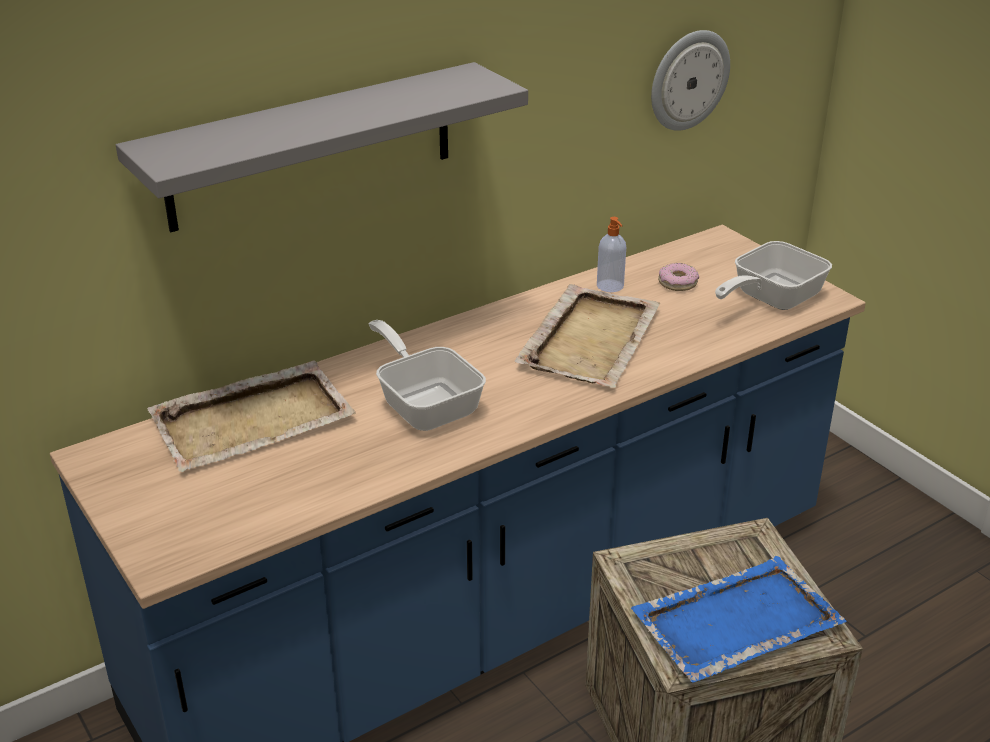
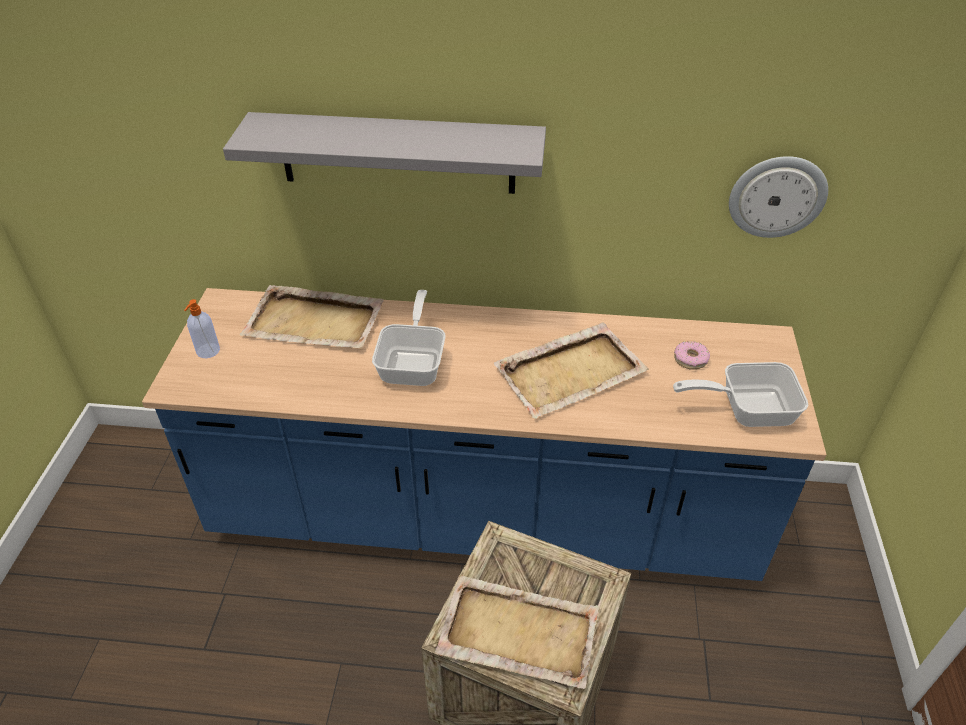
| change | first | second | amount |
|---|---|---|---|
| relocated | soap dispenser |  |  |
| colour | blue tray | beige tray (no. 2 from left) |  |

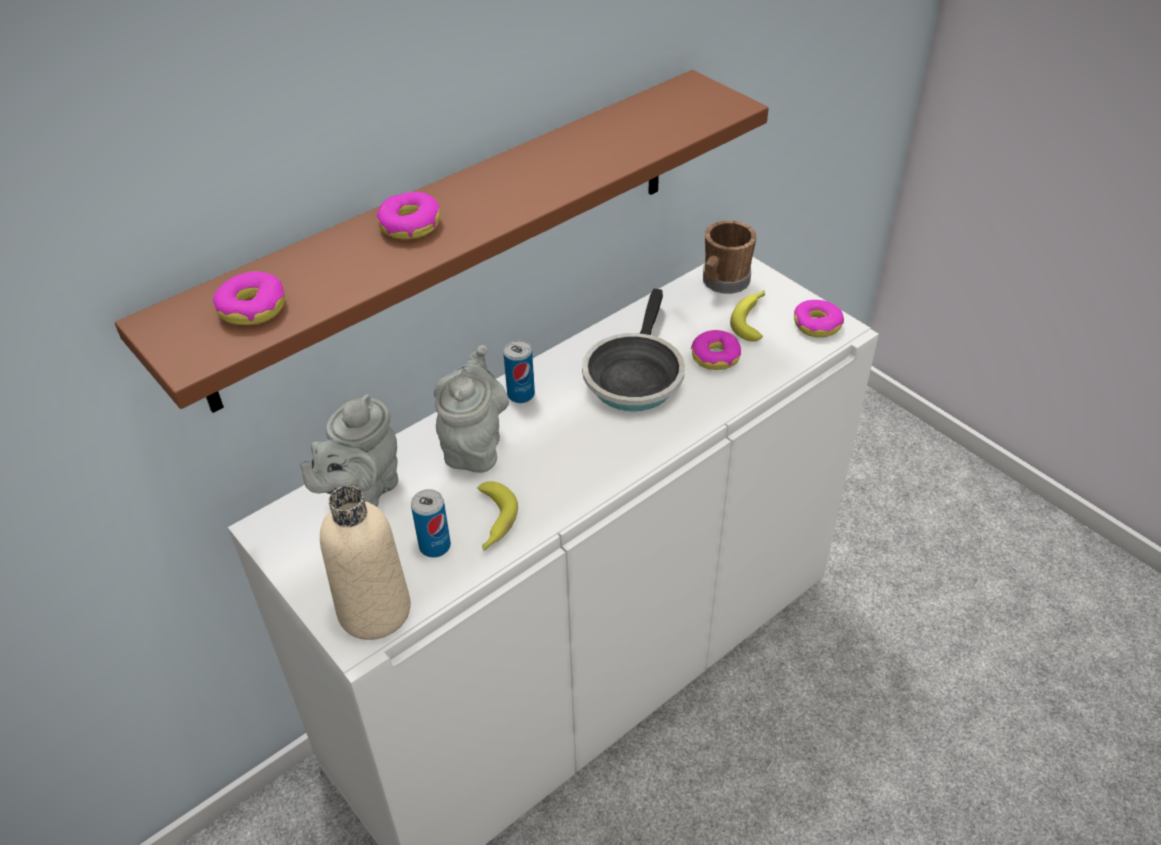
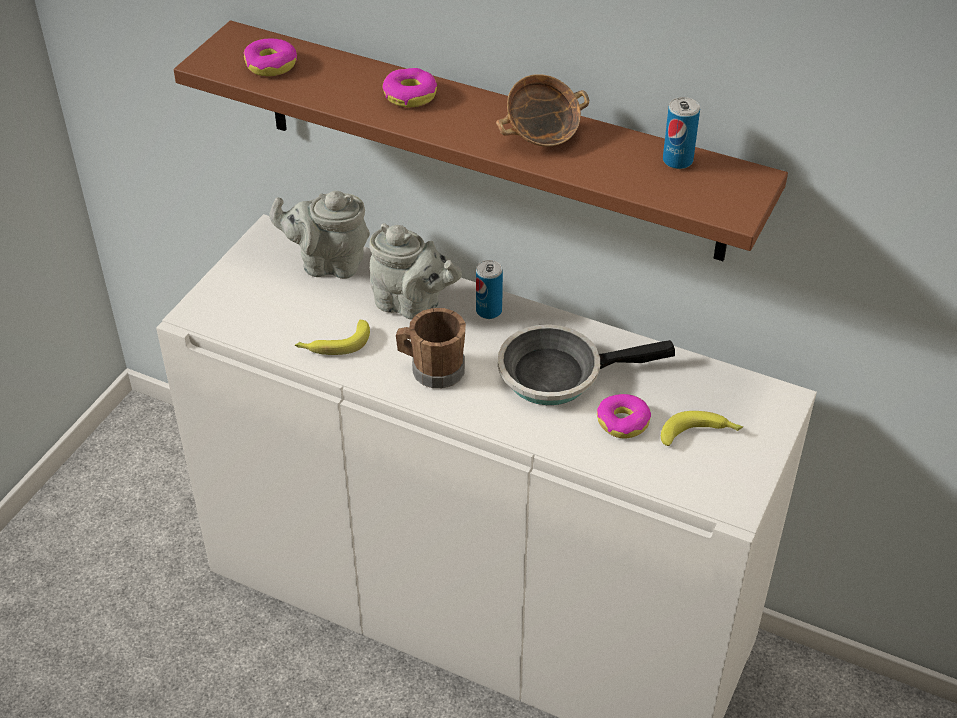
| change | first | second | amount |
|---|---|---|---|
| spun | grey teapot (no. 2 from left) |  | 45 degrees clockwise |
| relocated | brown mug |  |  |
| appeared |  | bowl |  |
| relocated | can (no. 1 from left in the first image) | can (no. 2 from left) |  |
| missing | beige bottle |  |  |
| missing | donut (no. 4 from left) |  |  |

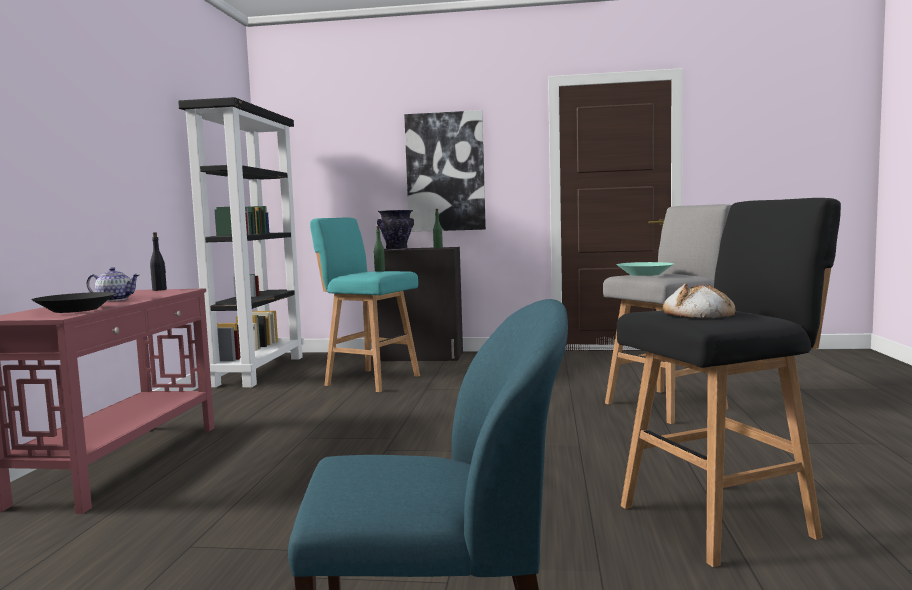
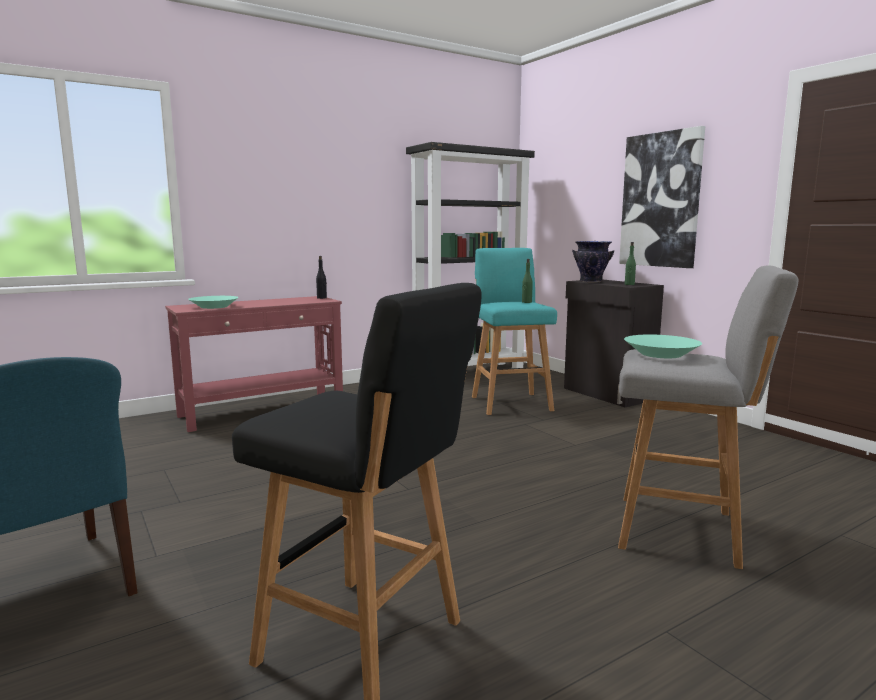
| change | first | second | amount |
|---|---|---|---|
| colour | black bowl | turquoise bowl (no. 1 from left) |  |
| missing | teapot |  |  |
| missing | bread |  |  |

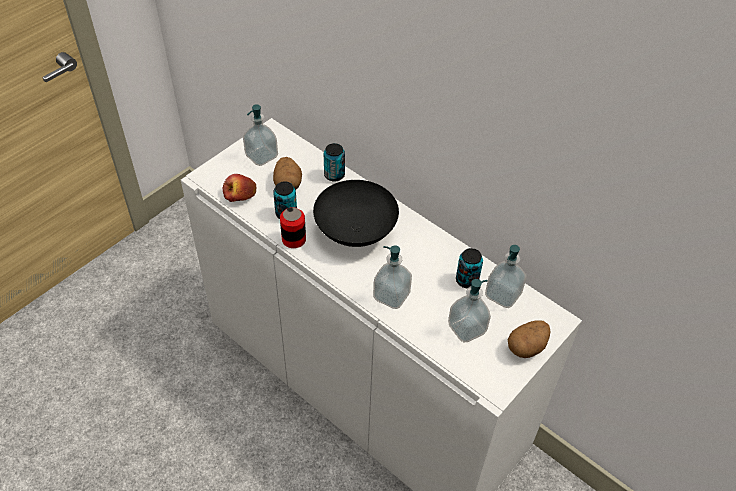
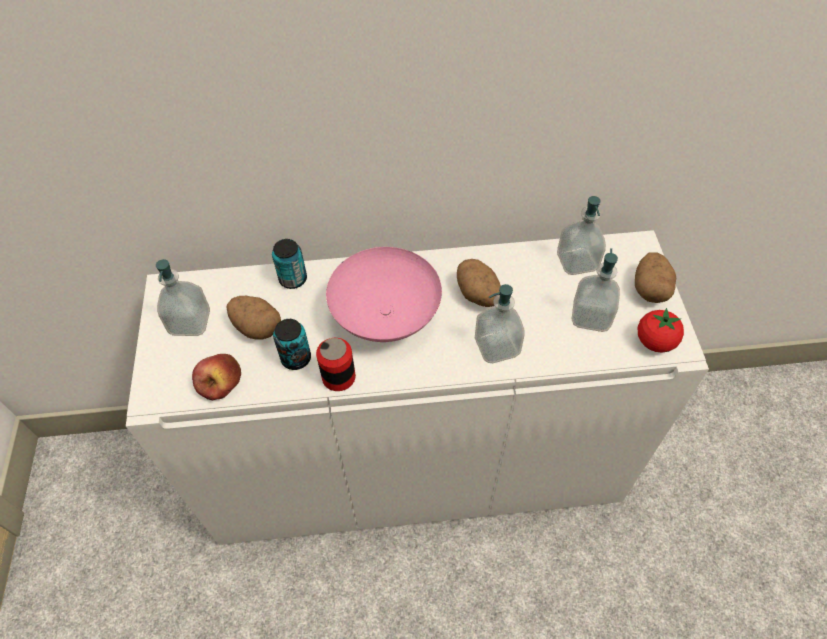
| change | first | second | amount |
|---|---|---|---|
| colour | black bowl | pink bowl |  |
| appeared |  | potato (no. 2 from left) |  |
| appeared |  | tomato |  |
| missing | can (no. 4 from left) |  |  |

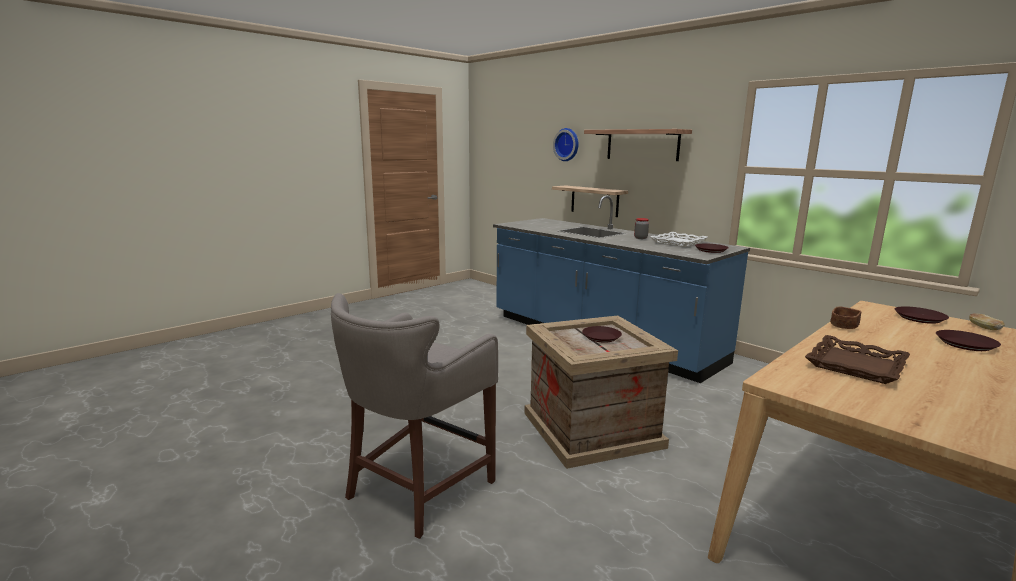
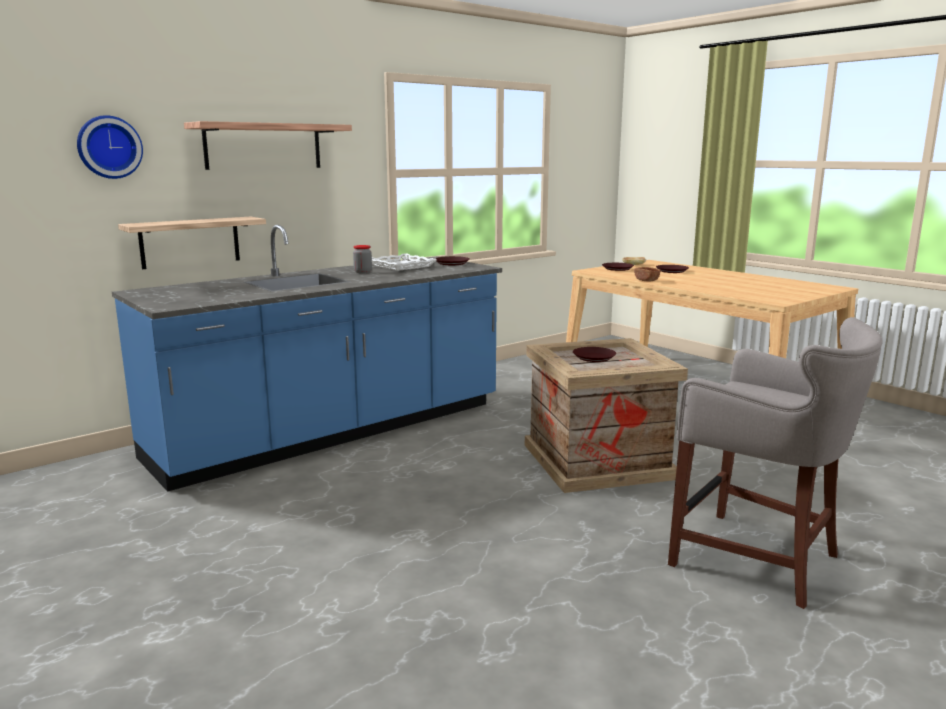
| change | first | second | amount |
|---|---|---|---|
| missing | brown tray |  |  |

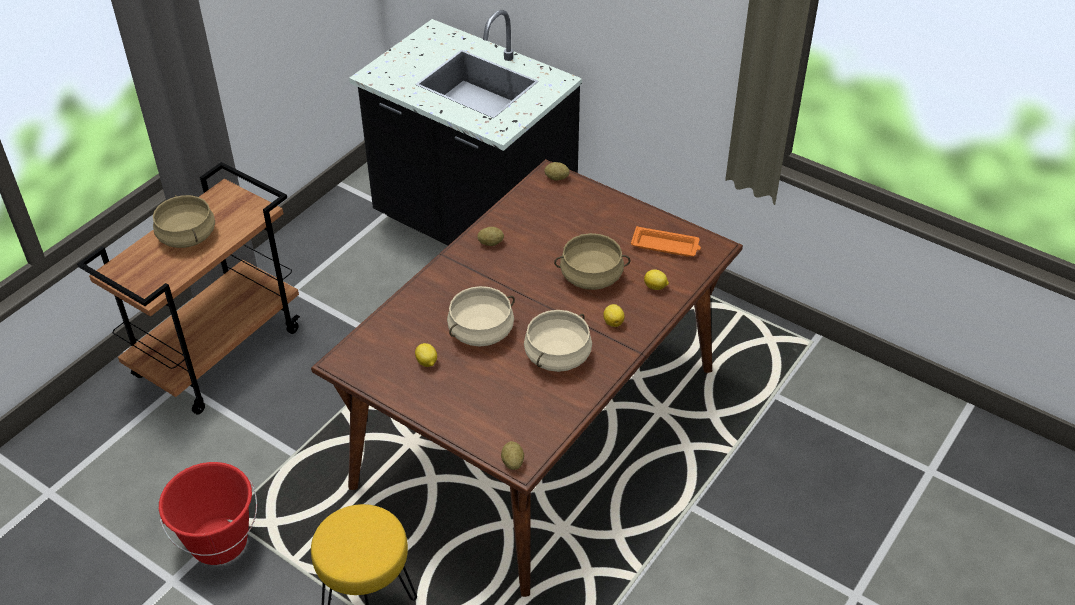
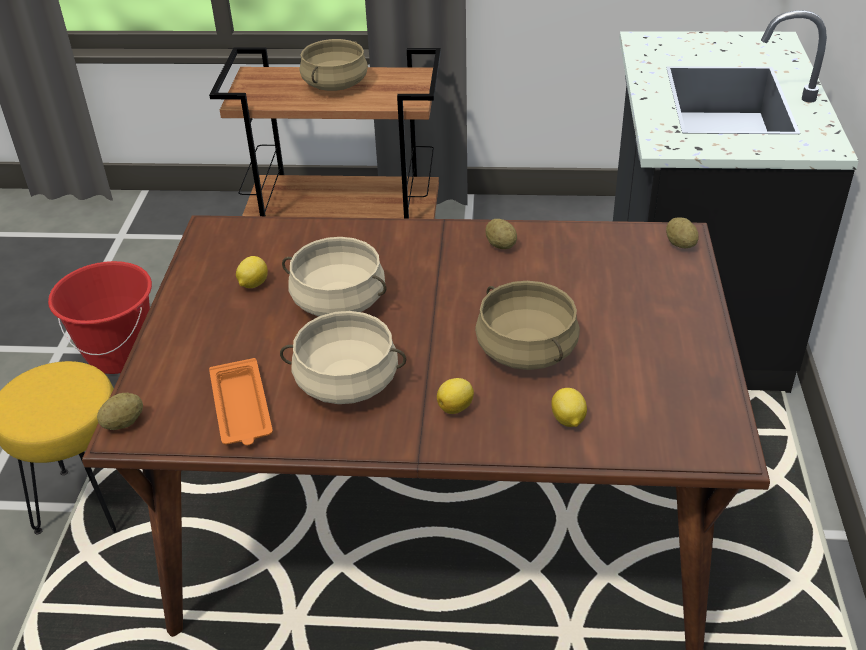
| change | first | second | amount |
|---|---|---|---|
| relocated | orange tray |  |  |

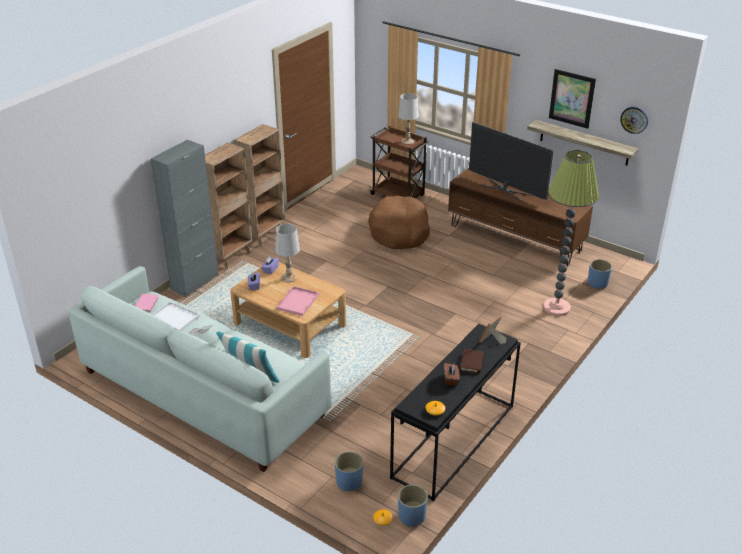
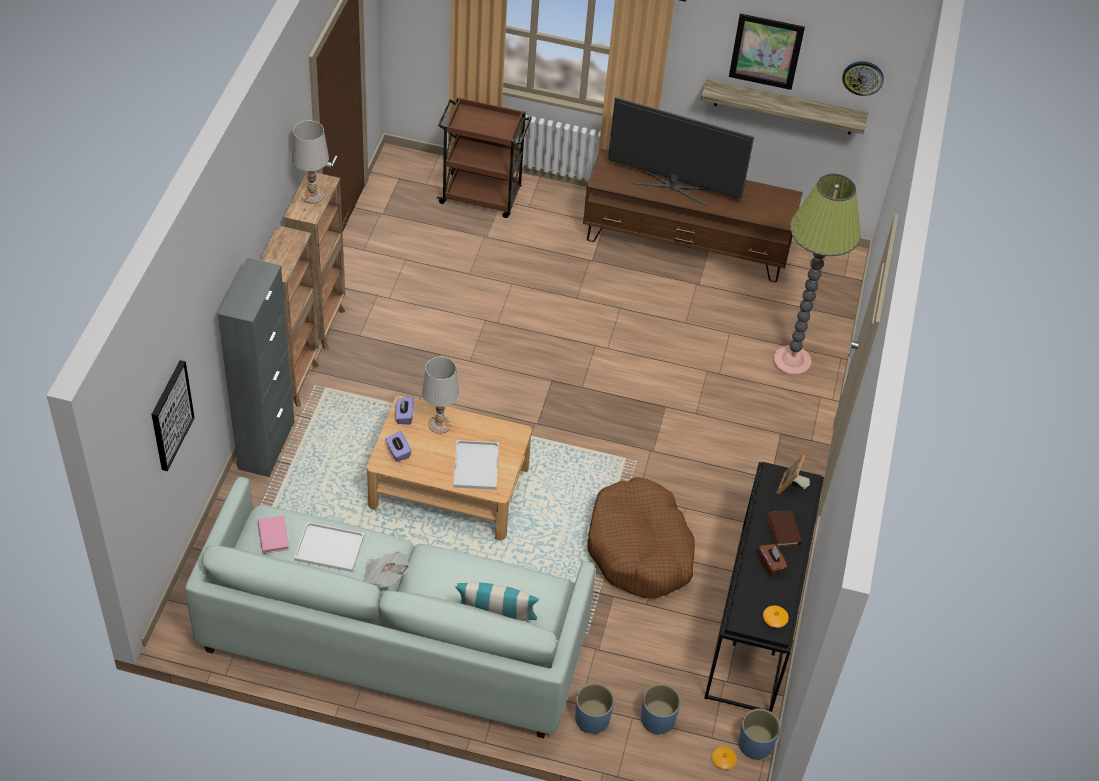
| change | first | second | amount |
|---|---|---|---|
| appeared |  | picture (no. 1 from left) |  |
| relocated | white table lamp (no. 2 from left in the first image) | white table lamp (no. 1 from left) |  |
| colour | pink tray | white tray (no. 2 from left) |  |
| relocated | blue planter (no. 3 from left in the first image) | blue planter (no. 1 from left) |  |
| relocated | brown dog bed |  |  |

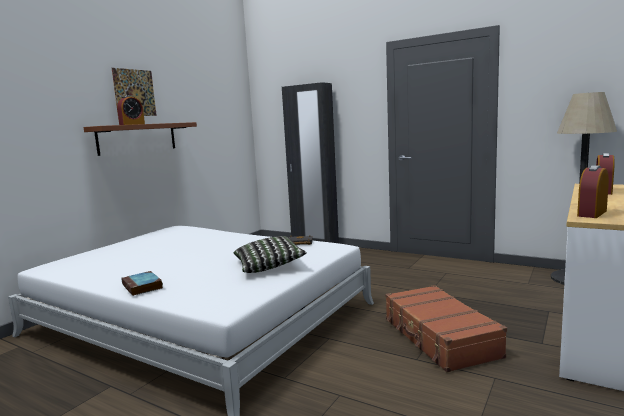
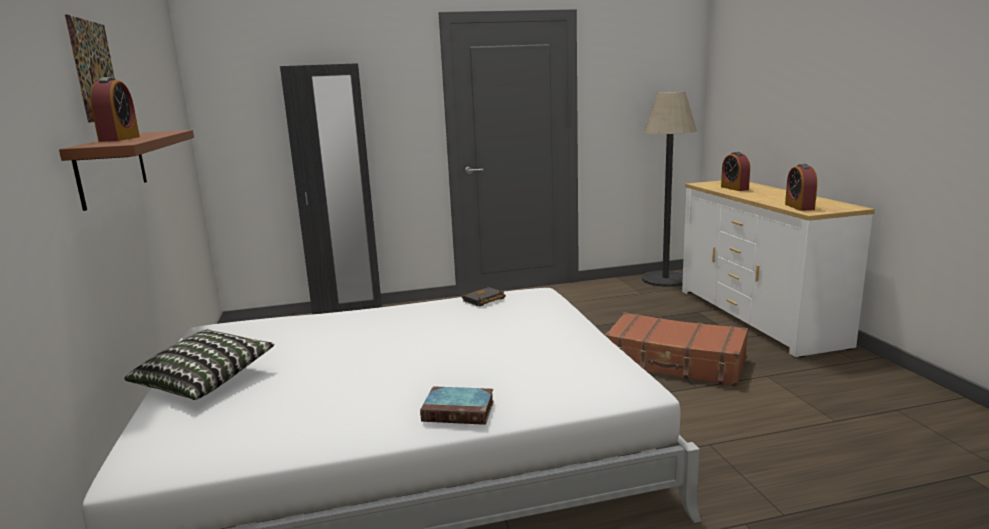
| change | first | second | amount |
|---|---|---|---|
| relocated | pillow |  |  |

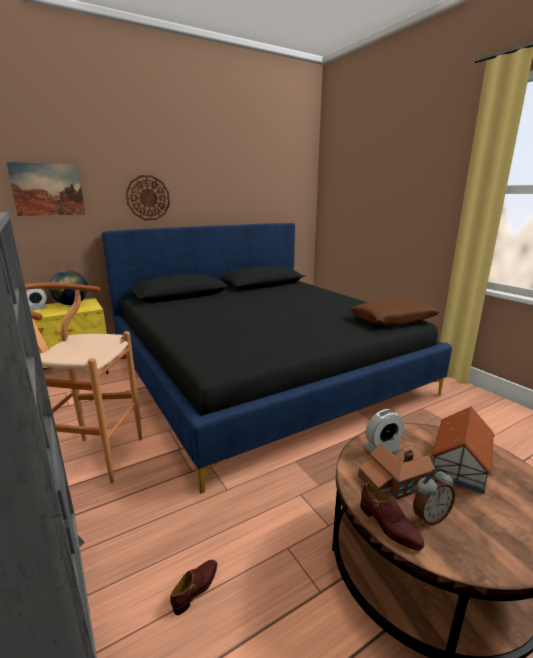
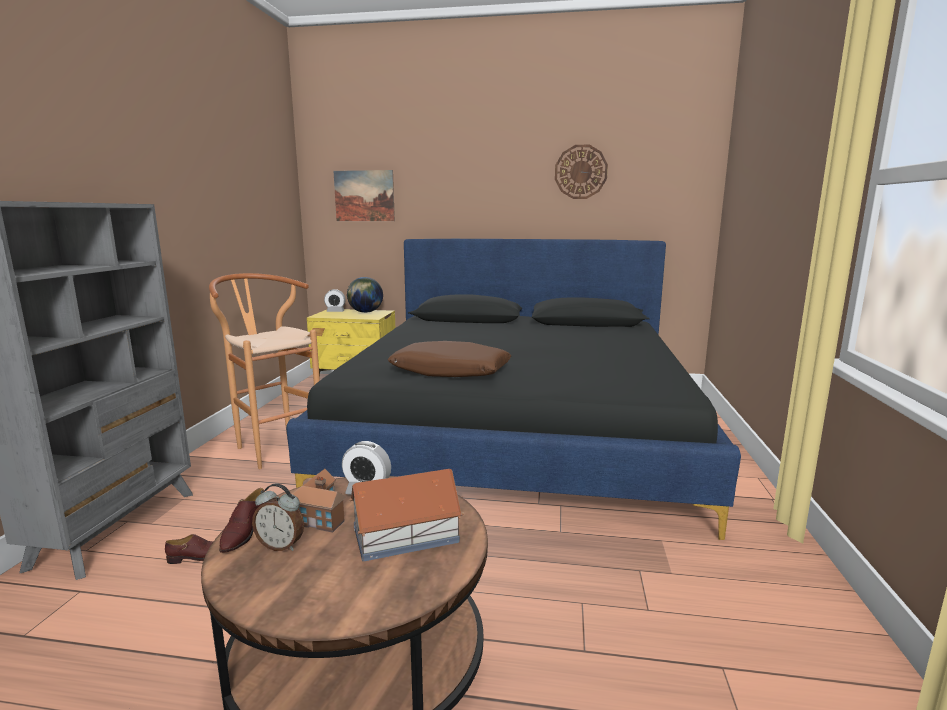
| change | first | second | amount |
|---|---|---|---|
| relocated | brown pillow |  |  |
| relocated | wall clock |  |  |

